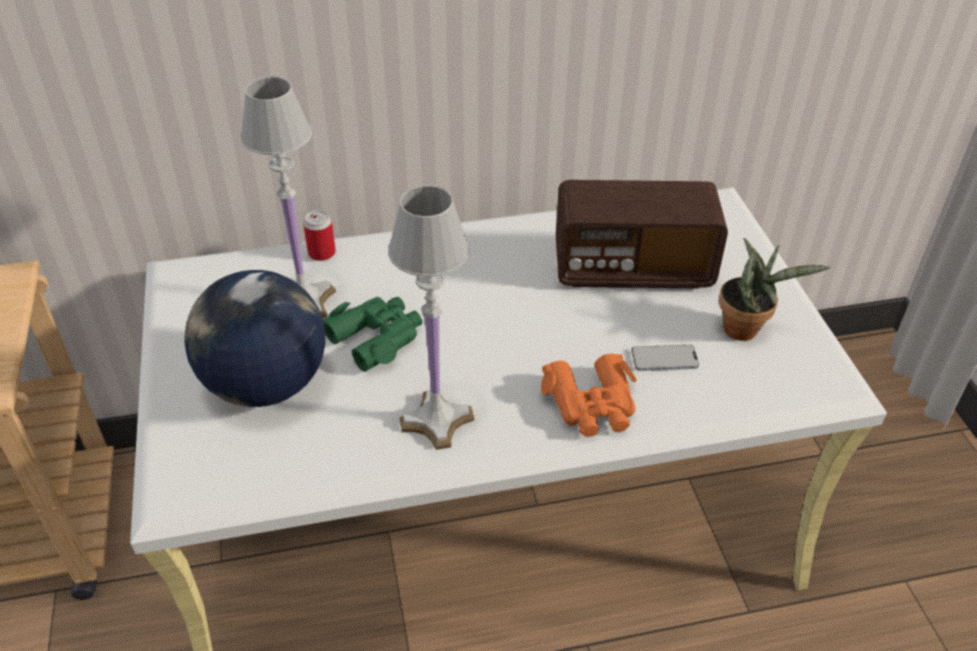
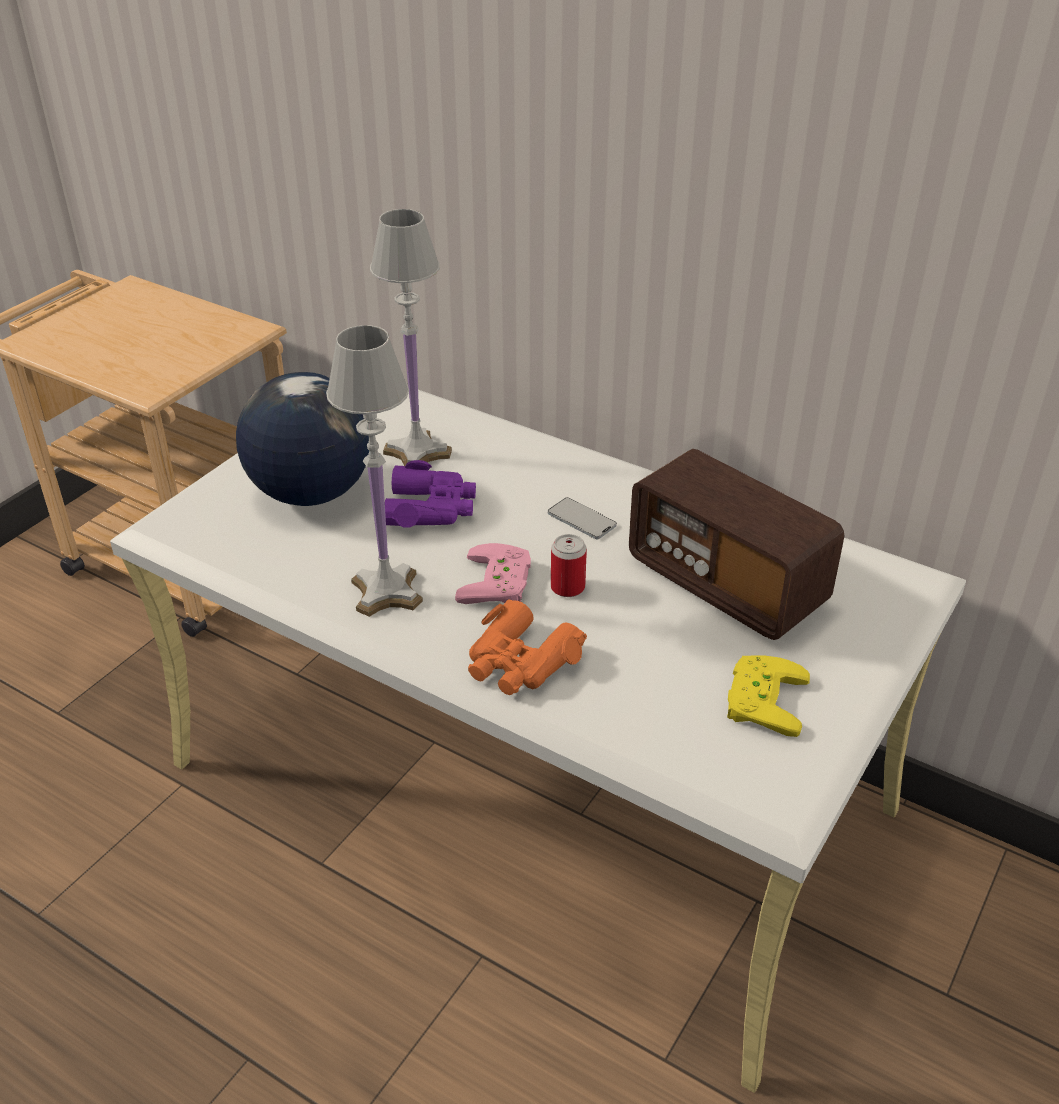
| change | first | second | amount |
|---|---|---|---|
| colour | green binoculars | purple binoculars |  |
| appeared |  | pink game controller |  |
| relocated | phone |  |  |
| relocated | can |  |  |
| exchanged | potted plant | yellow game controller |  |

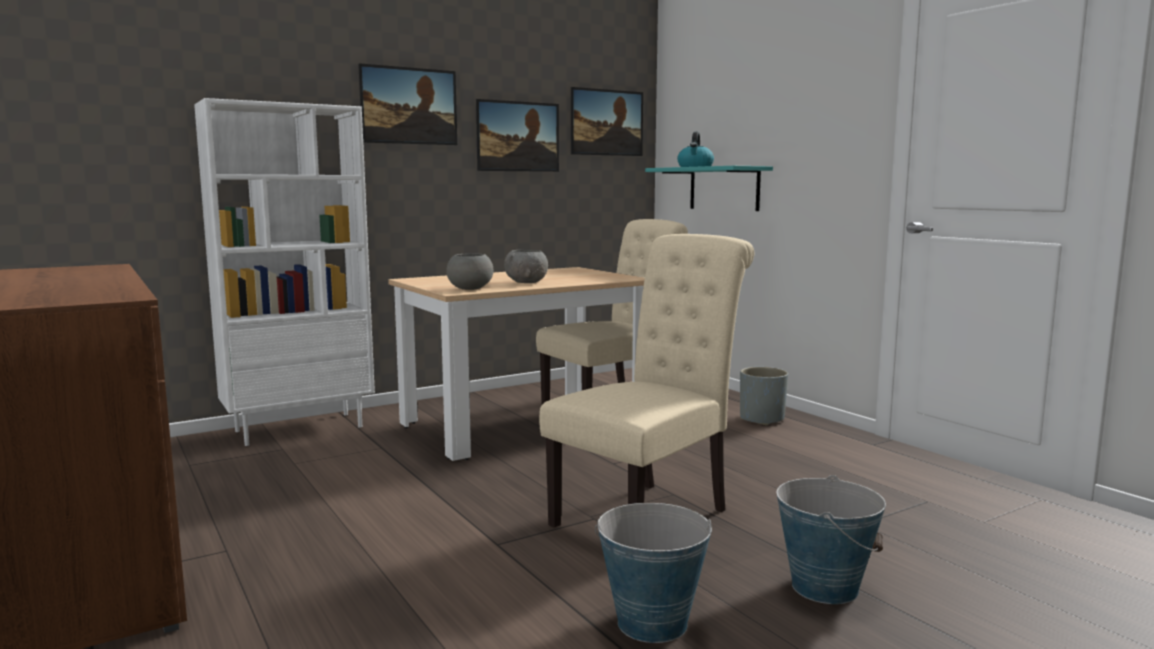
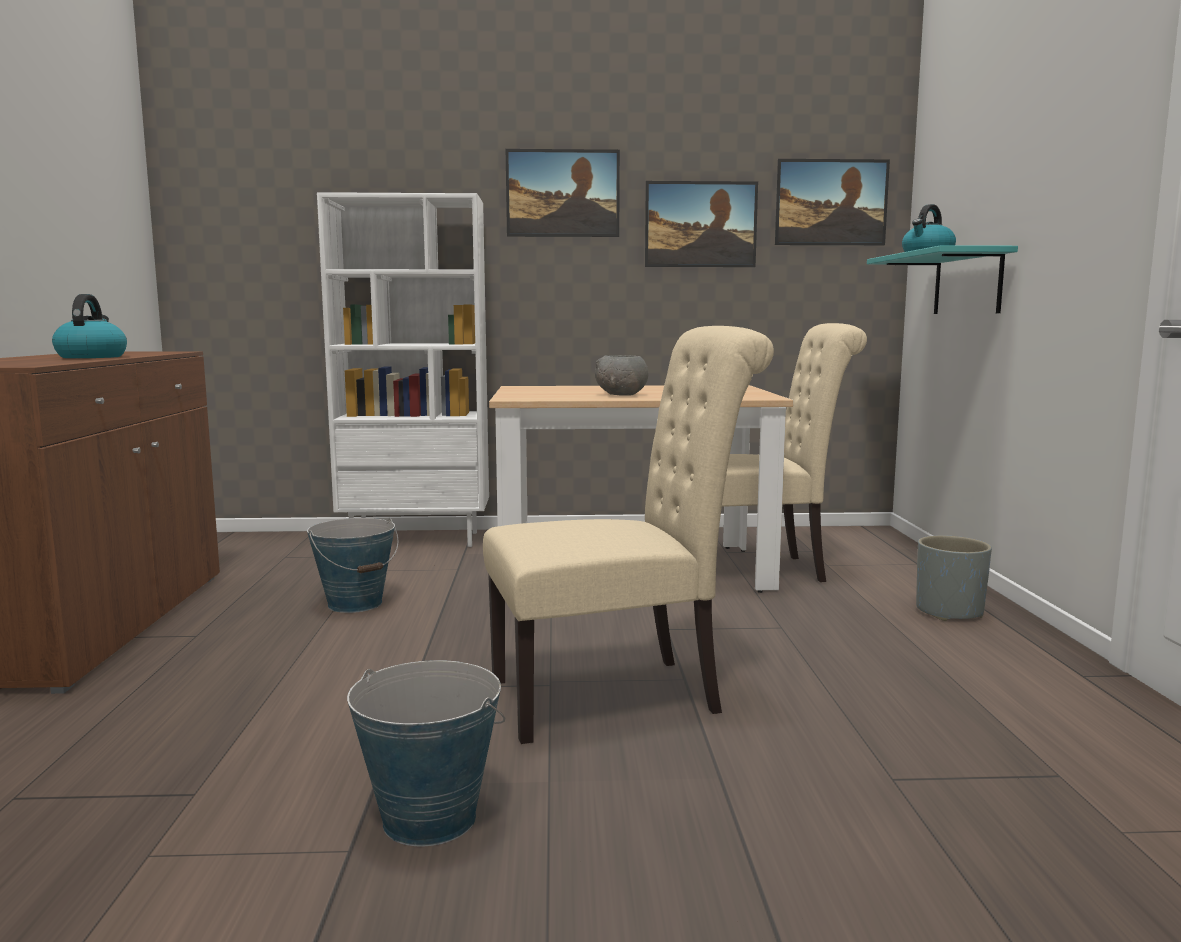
| change | first | second | amount |
|---|---|---|---|
| appeared |  | kettle (no. 1 from left) |  |
| relocated | bucket (no. 2 from left in the first image) | bucket (no. 1 from left) |  |
| missing | grey bowl (no. 1 from left) |  |  |

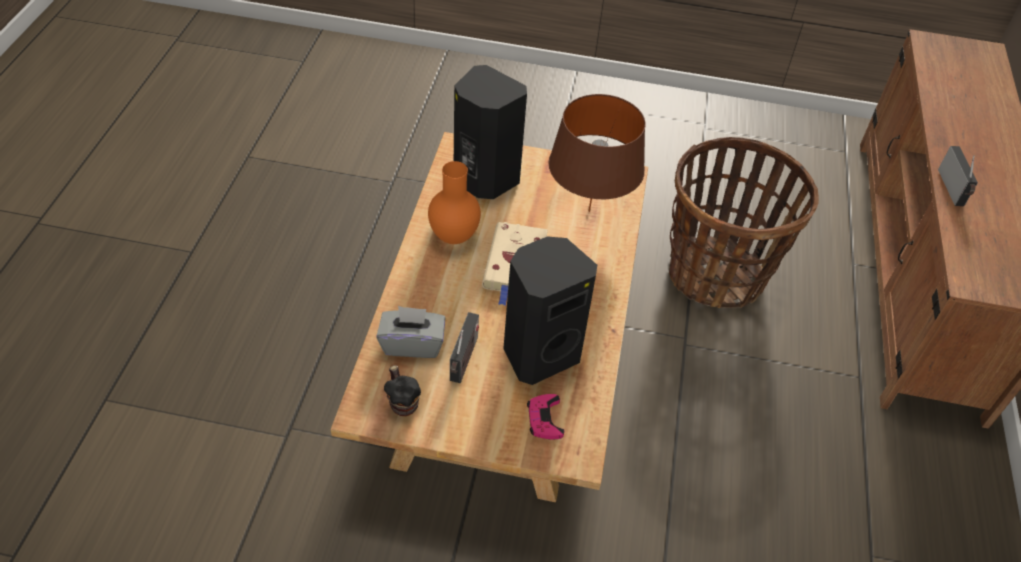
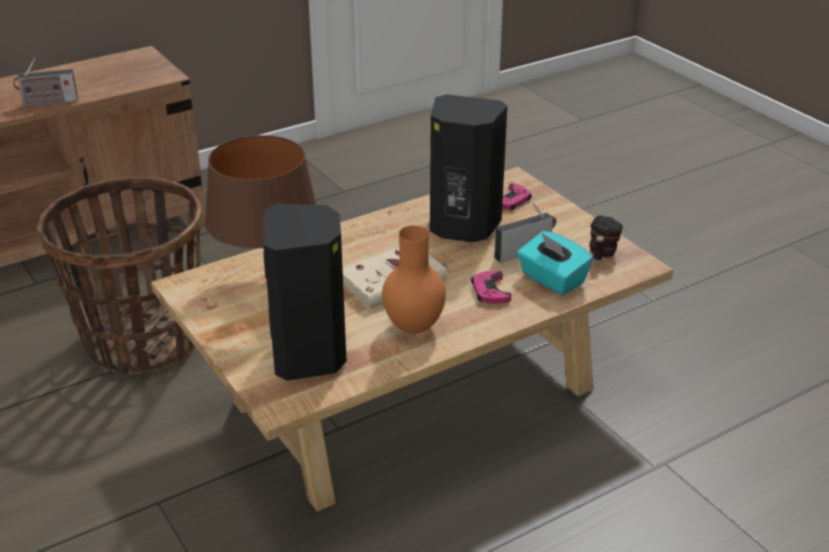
| change | first | second | amount |
|---|---|---|---|
| spun | radio (no. 2 from left in the first image) | radio (no. 1 from left) | 150 degrees counterclockwise |
| appeared |  | pink game controller (no. 1 from left) |  |
| colour | grey tissue box | turquoise tissue box |  |

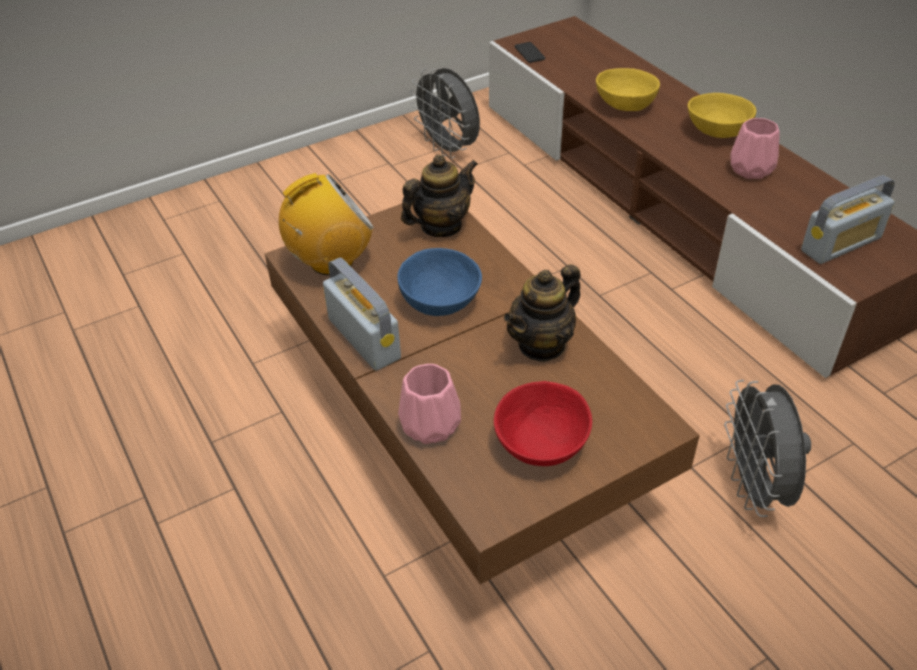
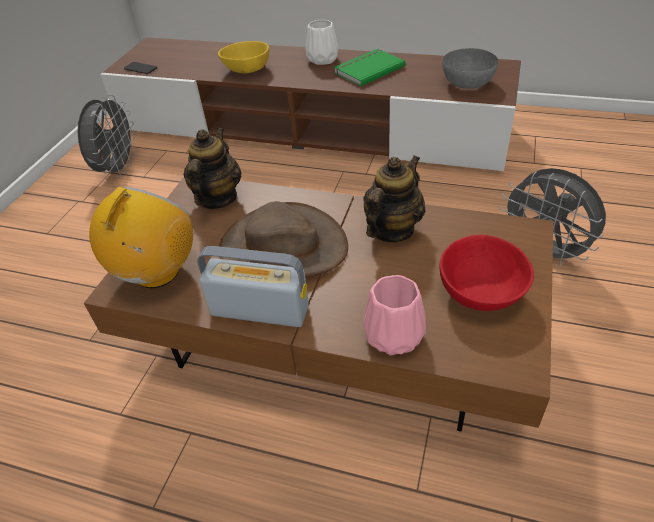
| change | first | second | amount |
|---|---|---|---|
| spun | grey fan (no. 1 from left) |  | 90 degrees counterclockwise |
| exchanged | blue bowl | brown hat |  |
| exchanged | yellow bowl (no. 2 from left) | white vase |  |
| exchanged | pink vase (no. 2 from left) | green book |  |
| spun | teapot (no. 2 from left) |  | 150 degrees counterclockwise |
| exchanged | radio (no. 3 from left) | grey bowl |  |

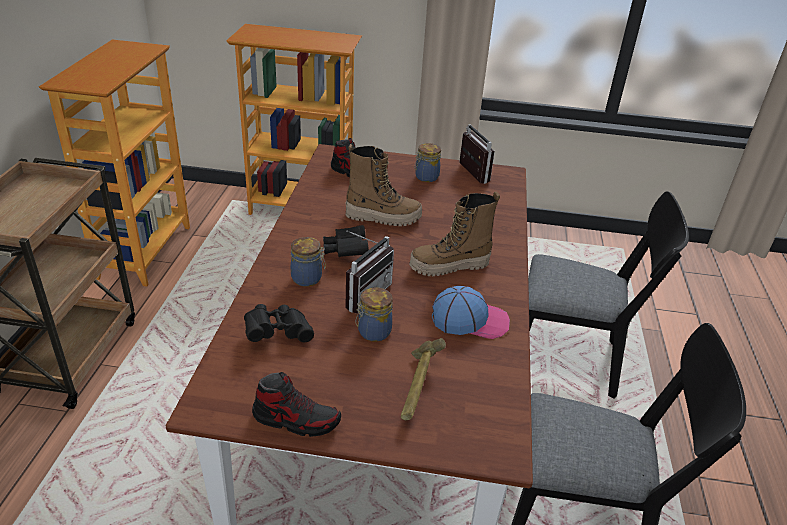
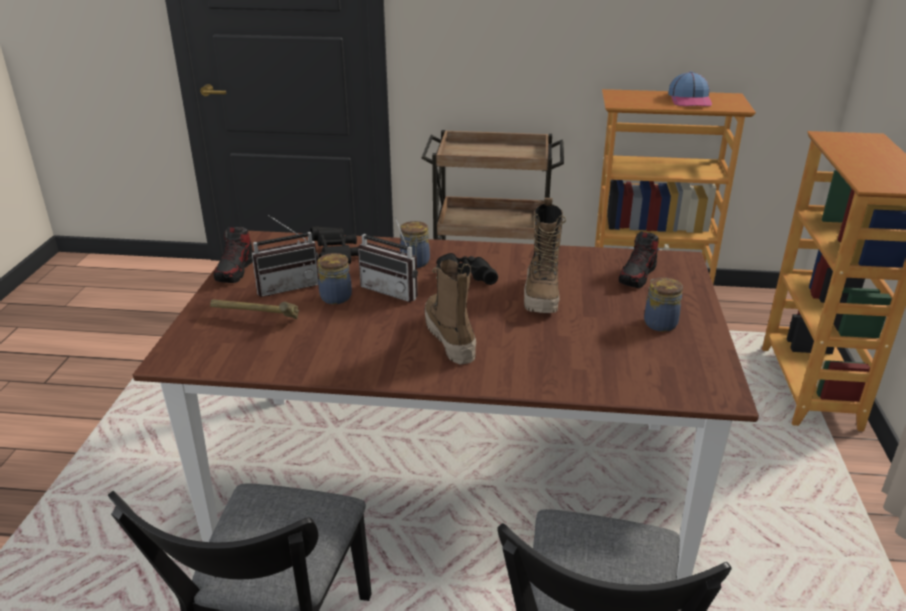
| change | first | second | amount |
|---|---|---|---|
| relocated | radio (no. 2 from left in the first image) | radio (no. 1 from left) |  |
| relocated | cap |  |  |

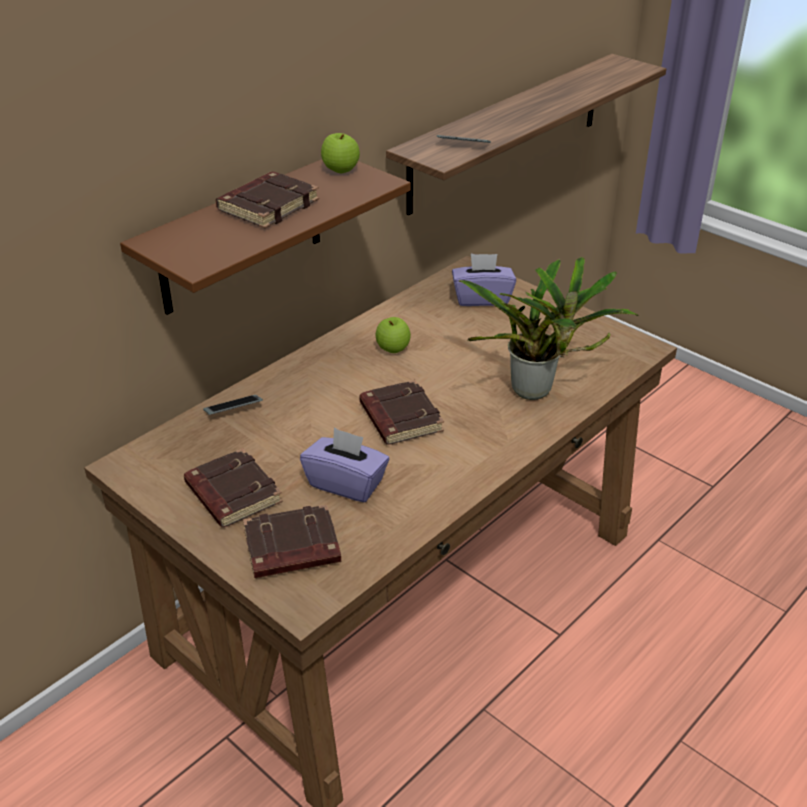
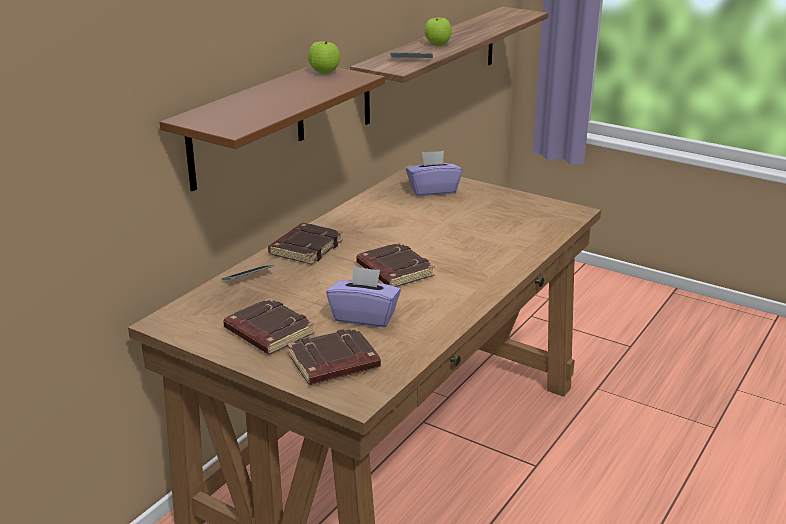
| change | first | second | amount |
|---|---|---|---|
| relocated | brown book (no. 2 from left) |  |  |
| relocated | apple (no. 2 from left) |  |  |
| missing | potted plant |  |  |

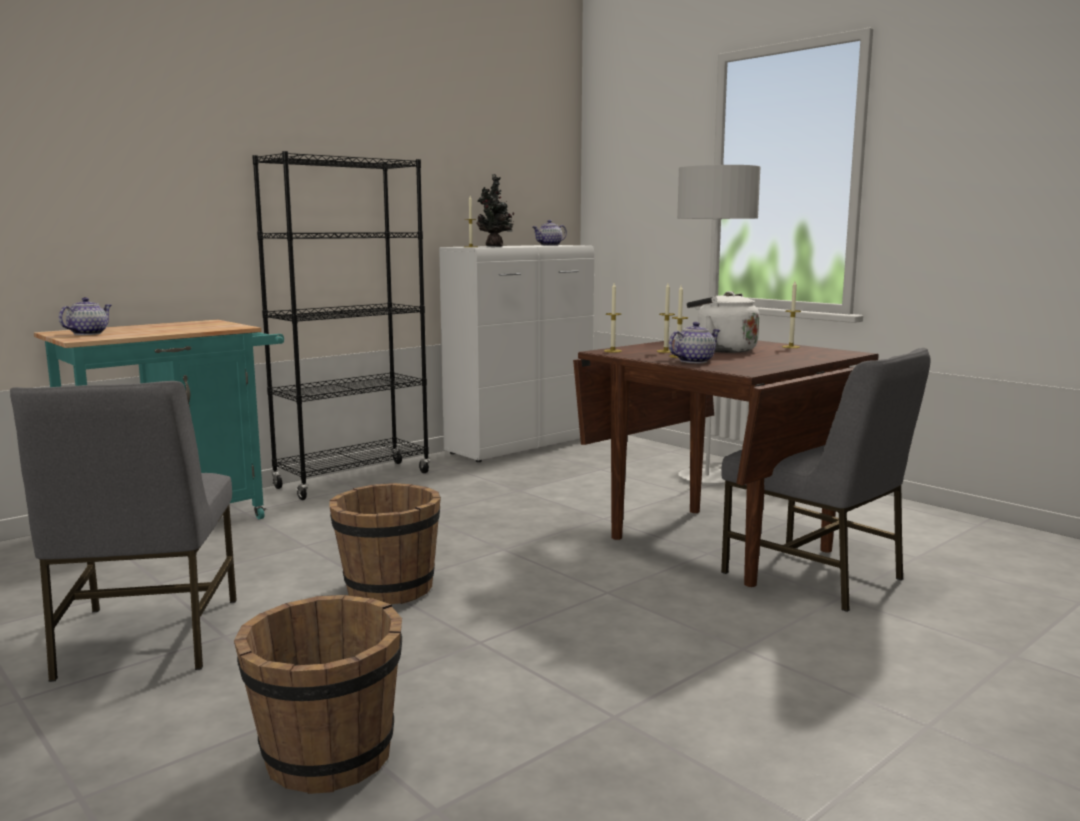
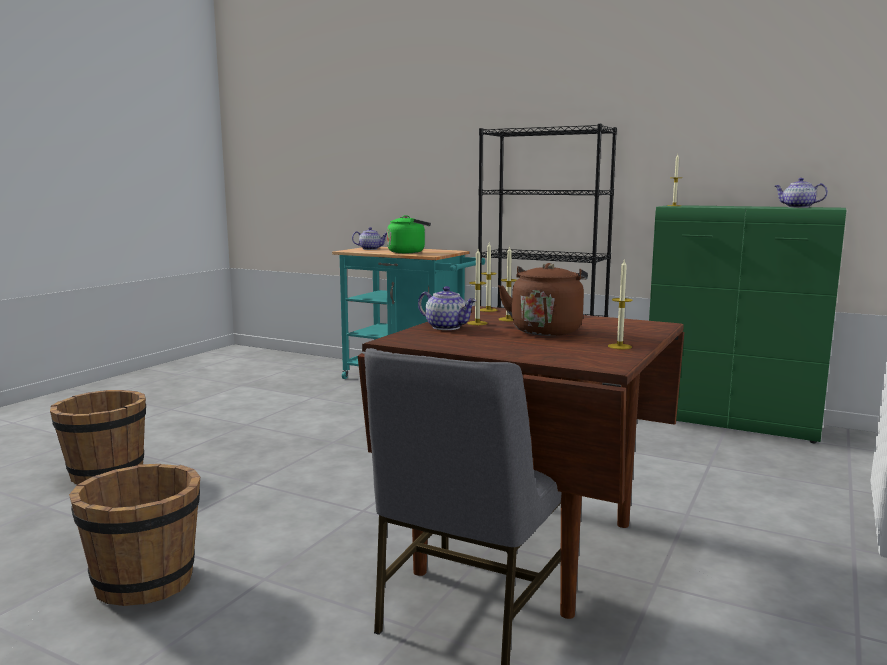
| change | first | second | amount |
|---|---|---|---|
| relocated | brown bucket (no. 2 from left) |  |  |
| appeared |  | green kettle |  |
| colour | white kettle | brown kettle |  |
| colour | white cabinet | green cabinet |  |
| missing | grey chair (no. 1 from left) |  |  |
| missing | potted plant |  |  |
| missing | grey floor lamp |  |  |

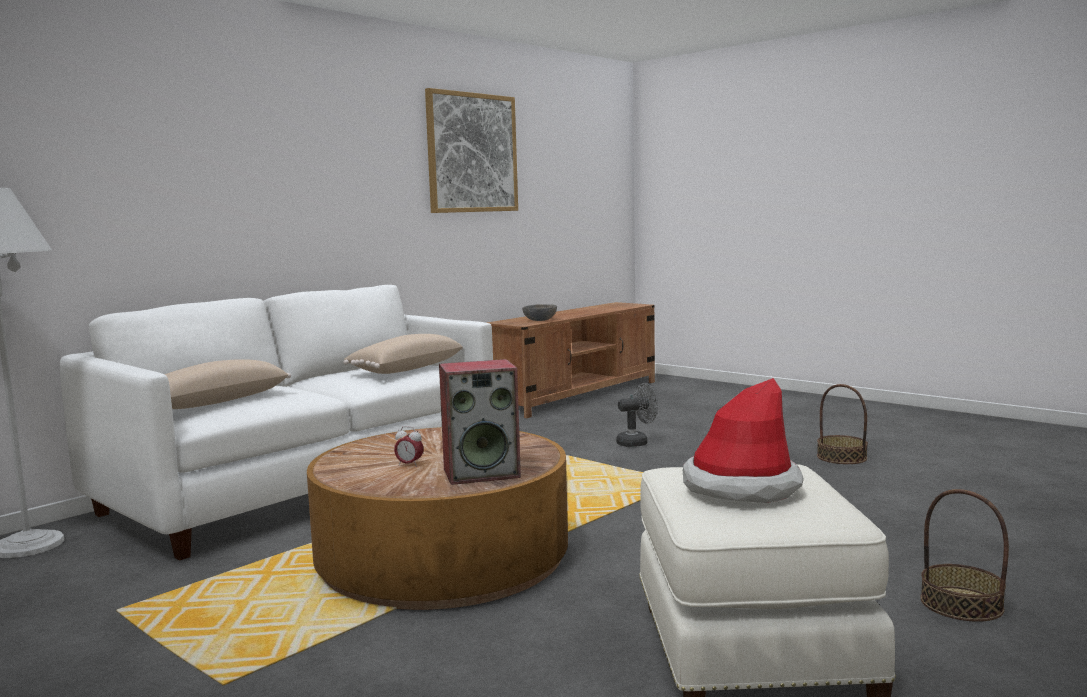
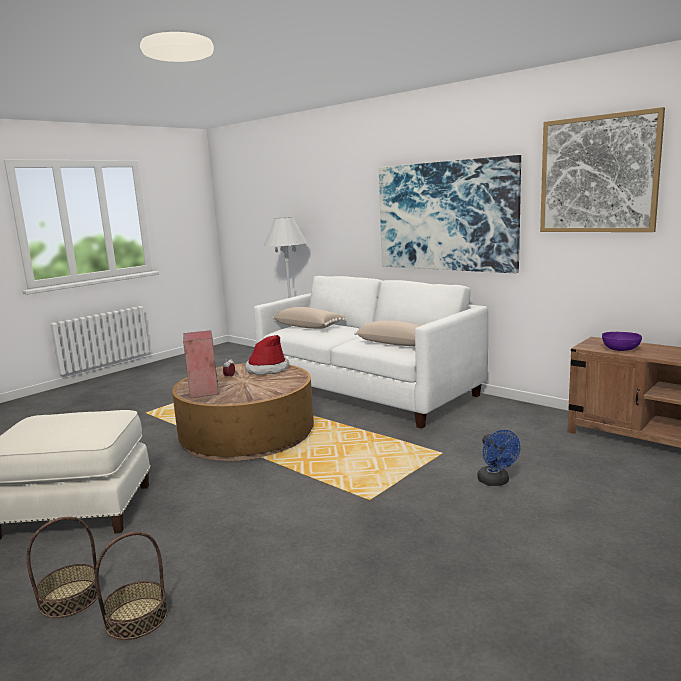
| change | first | second | amount |
|---|---|---|---|
| relocated | basket (no. 1 from left in the first image) | basket (no. 2 from left) |  |
| relocated | hat |  |  |
| appeared |  | picture (no. 1 from left) |  |
| colour | grey fan | blue fan |  |
| colour | grey bowl | purple bowl |  |

